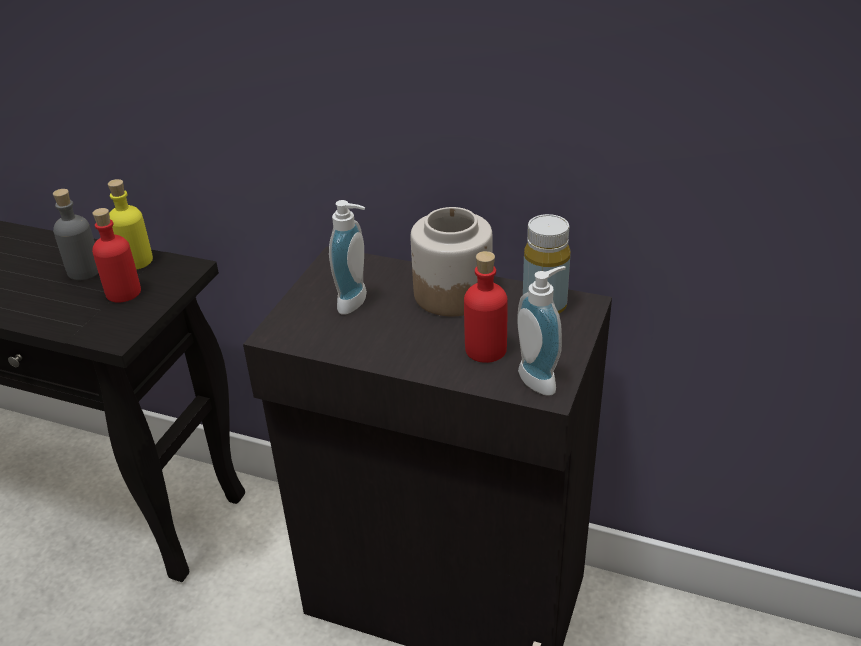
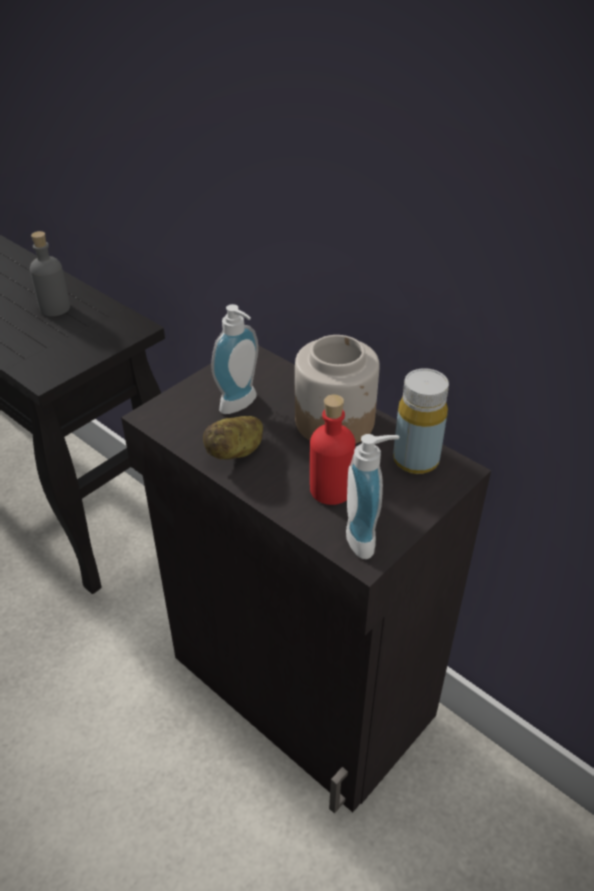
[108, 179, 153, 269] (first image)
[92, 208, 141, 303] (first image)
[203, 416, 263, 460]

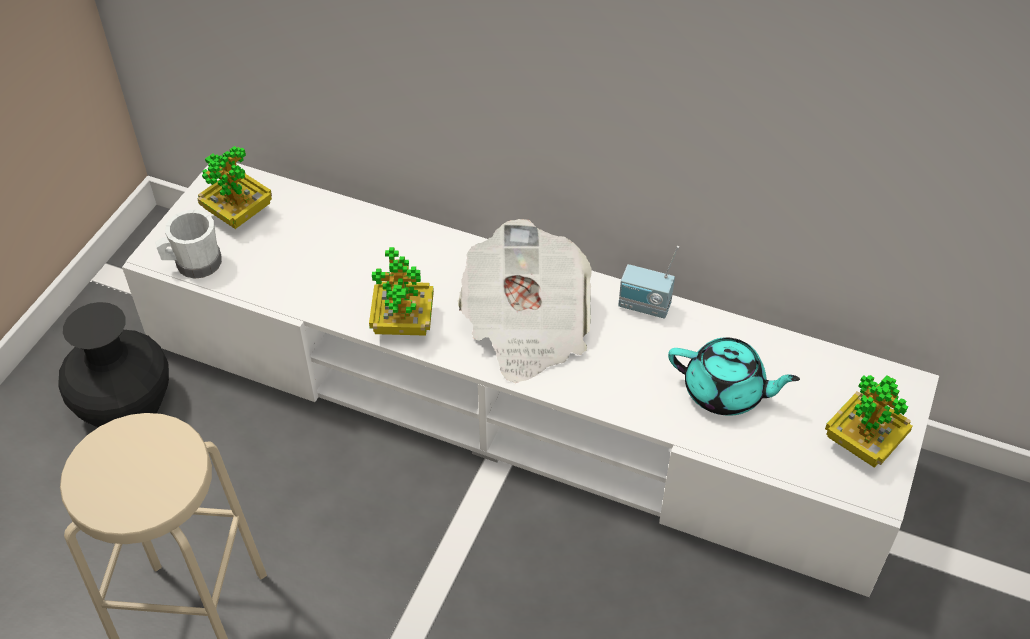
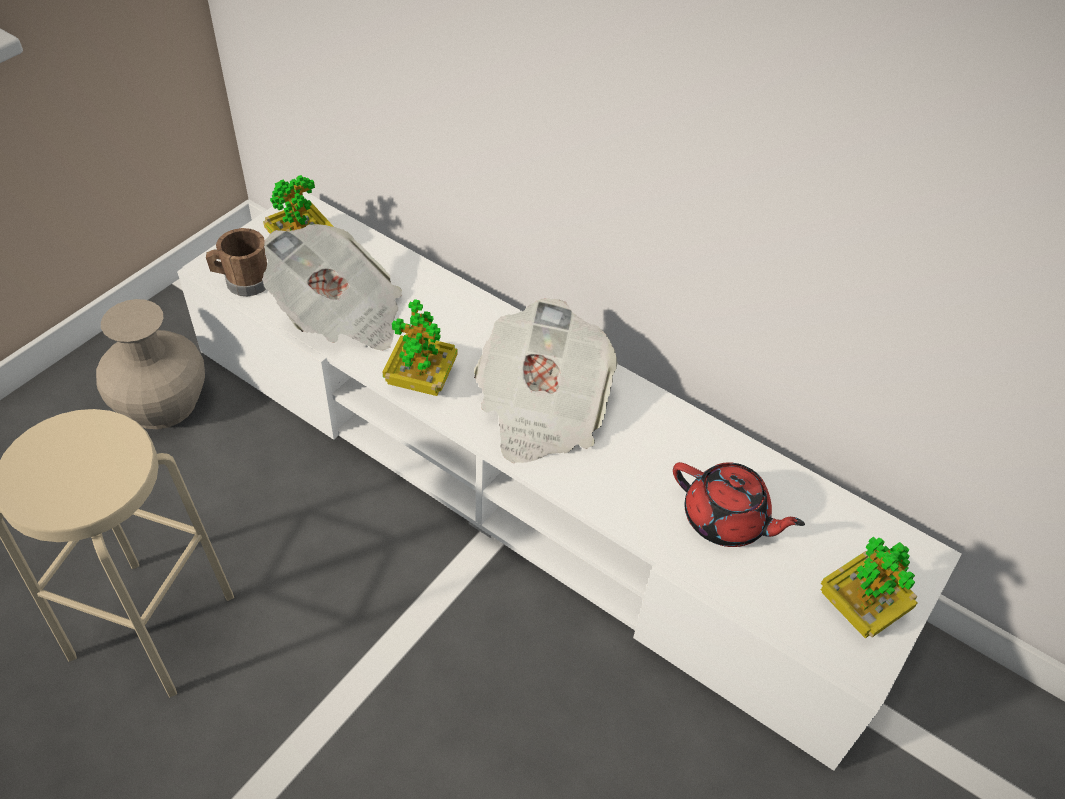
[206, 228, 267, 297]
[618, 246, 679, 318] (first image)
[96, 299, 205, 429]
[673, 462, 805, 547]
[262, 224, 402, 350]

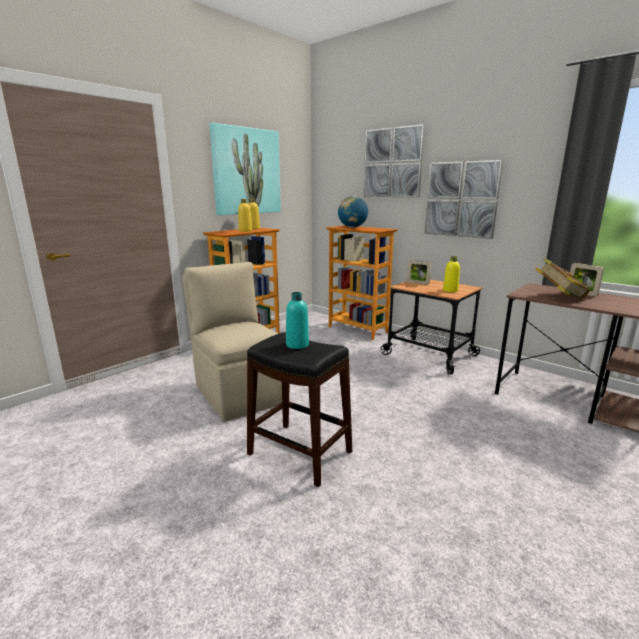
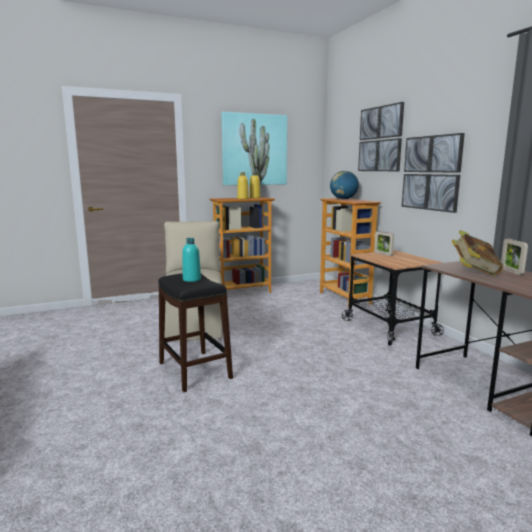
[443, 256, 460, 292] (first image)

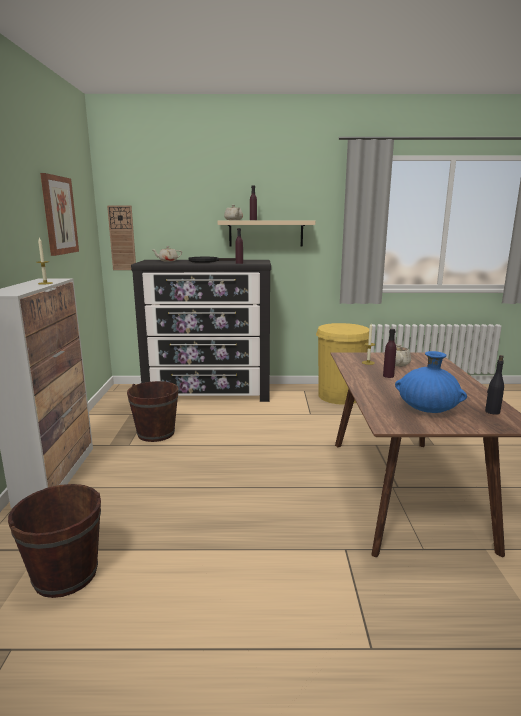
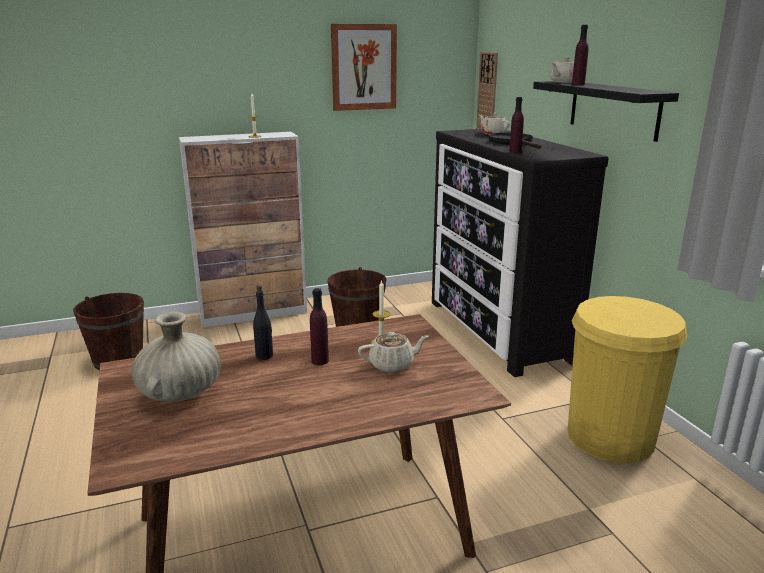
[533, 81, 679, 142]
[132, 312, 221, 402]
[253, 285, 273, 360]

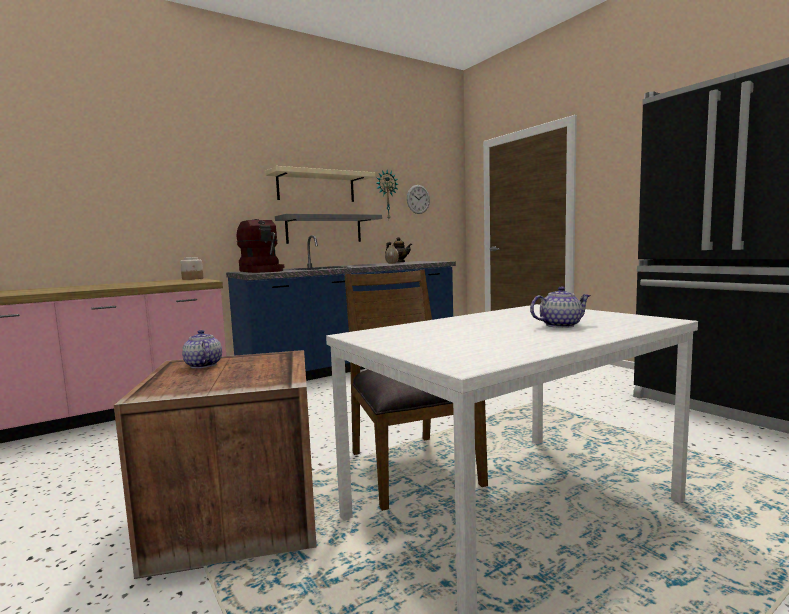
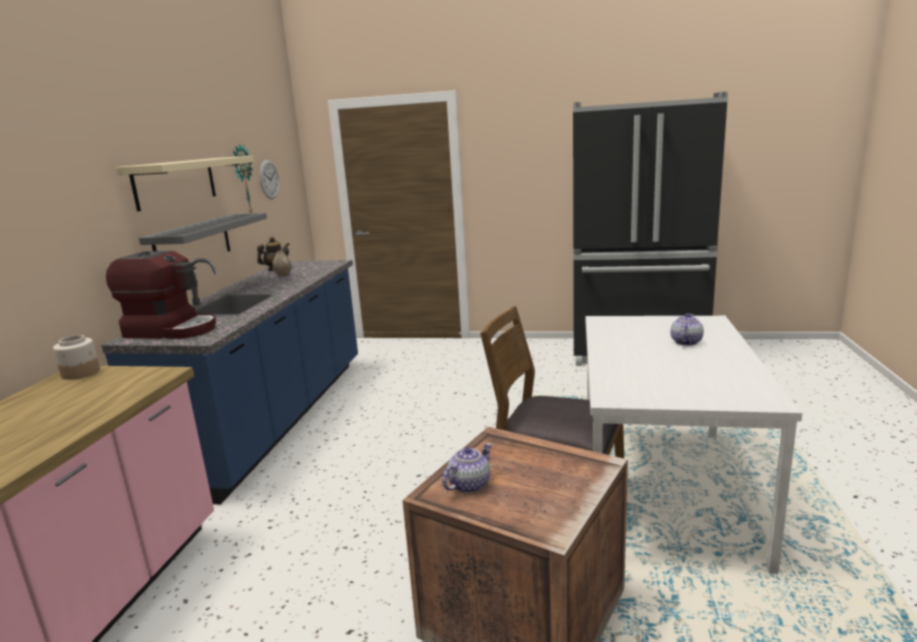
[442, 443, 492, 493]

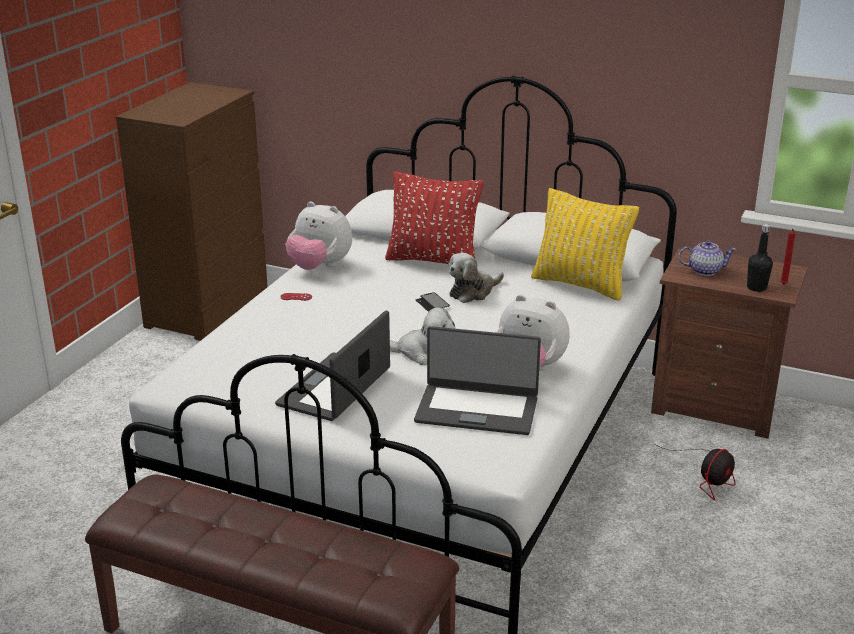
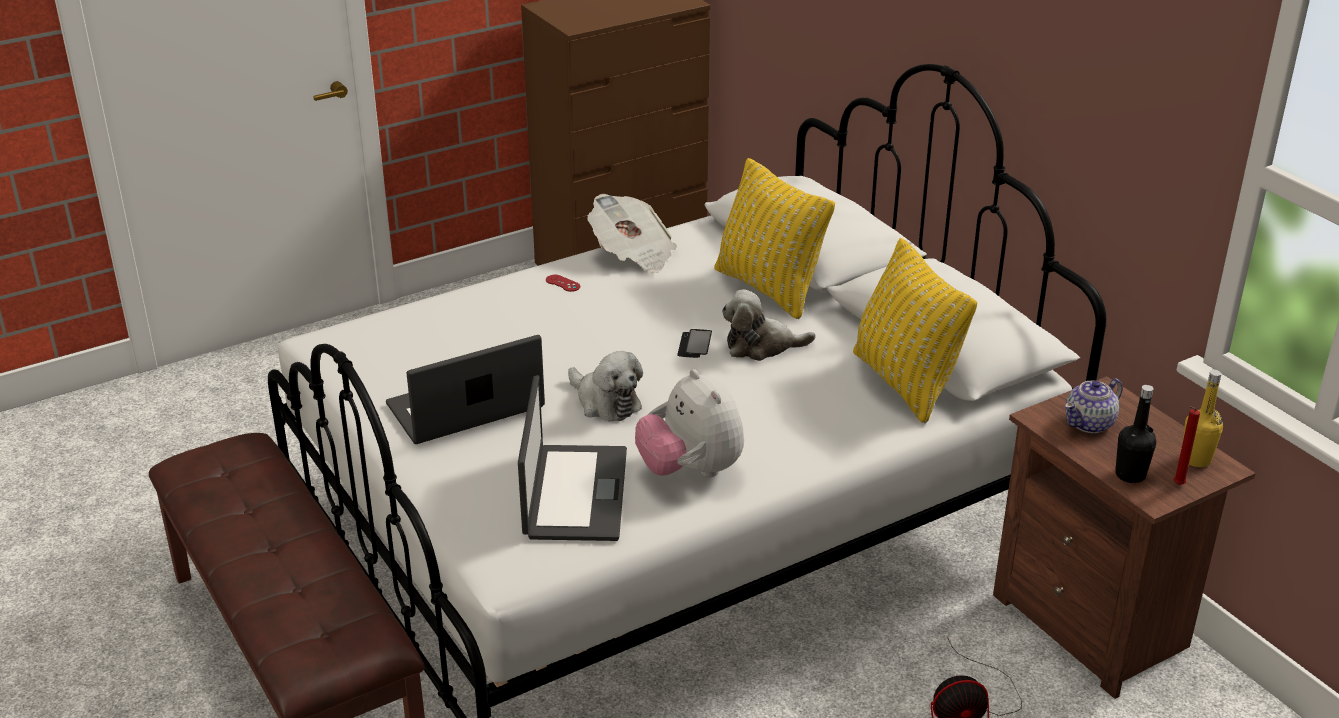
[714, 158, 835, 319]
[588, 194, 677, 273]
[1065, 379, 1123, 433]
[518, 375, 627, 541]
[1183, 370, 1223, 467]

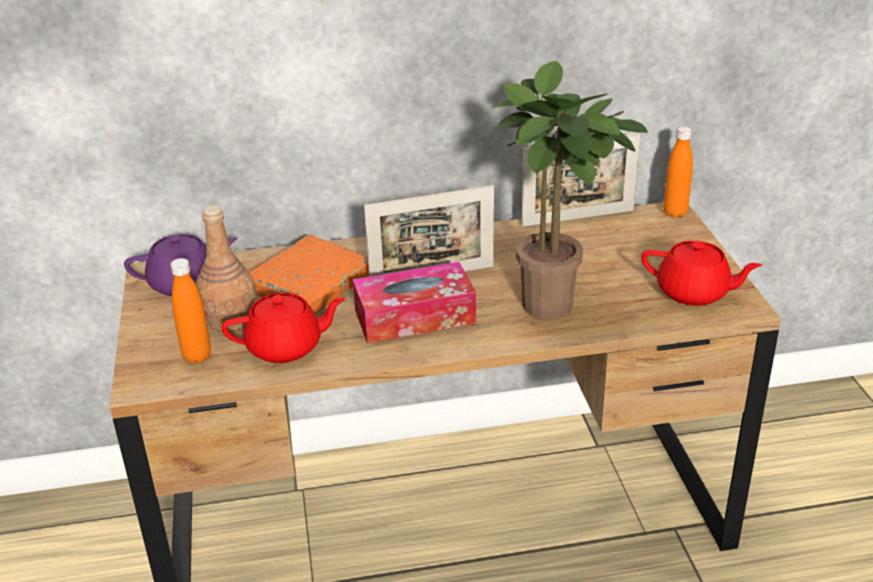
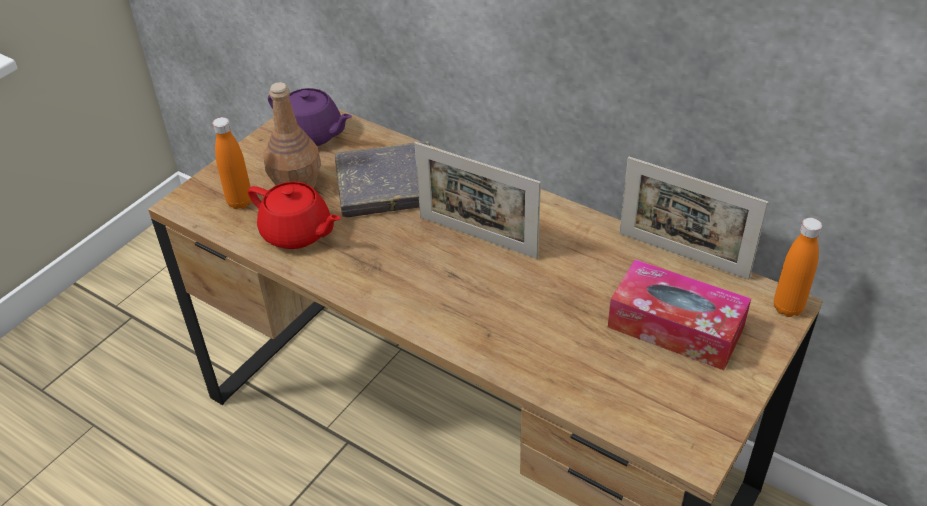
[492, 61, 648, 319] (first image)
[335, 141, 430, 217]
[641, 241, 762, 306] (first image)
[608, 259, 751, 370]

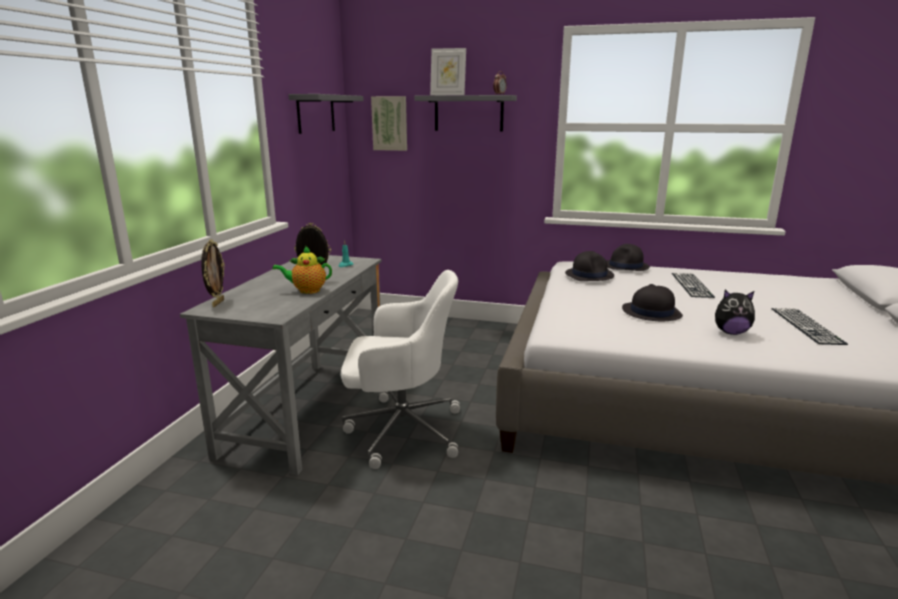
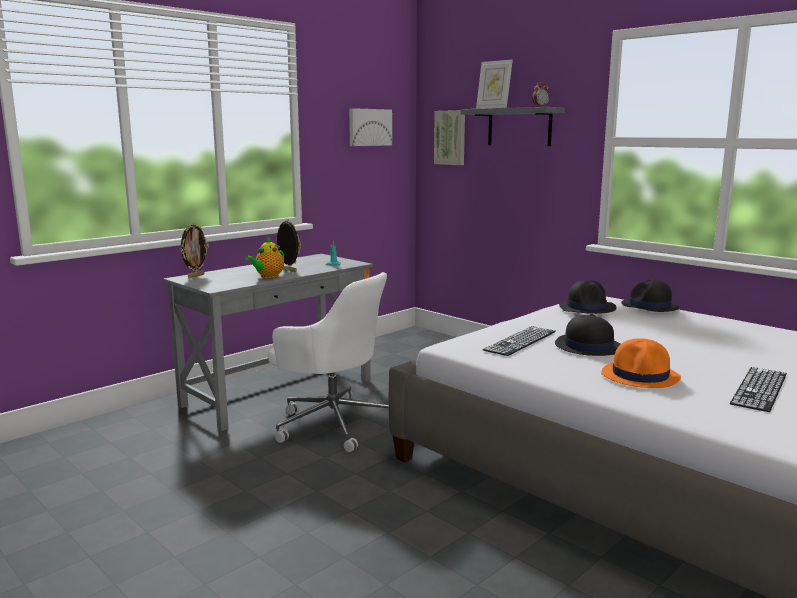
[349, 108, 392, 146]
[245, 236, 284, 278]
[483, 326, 556, 356]
[601, 338, 681, 388]

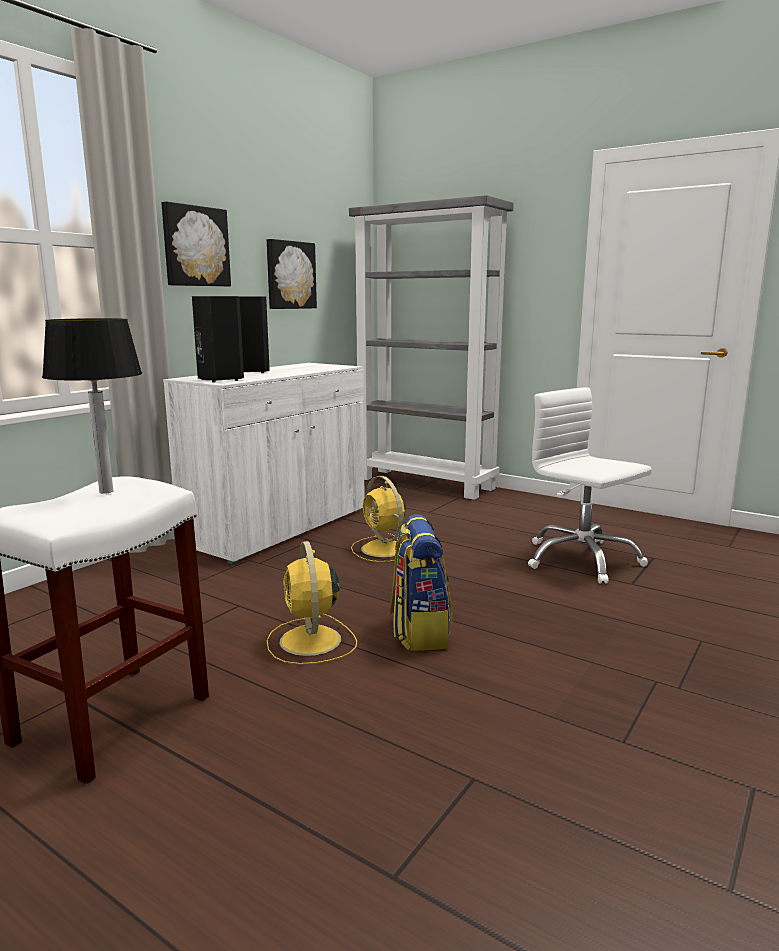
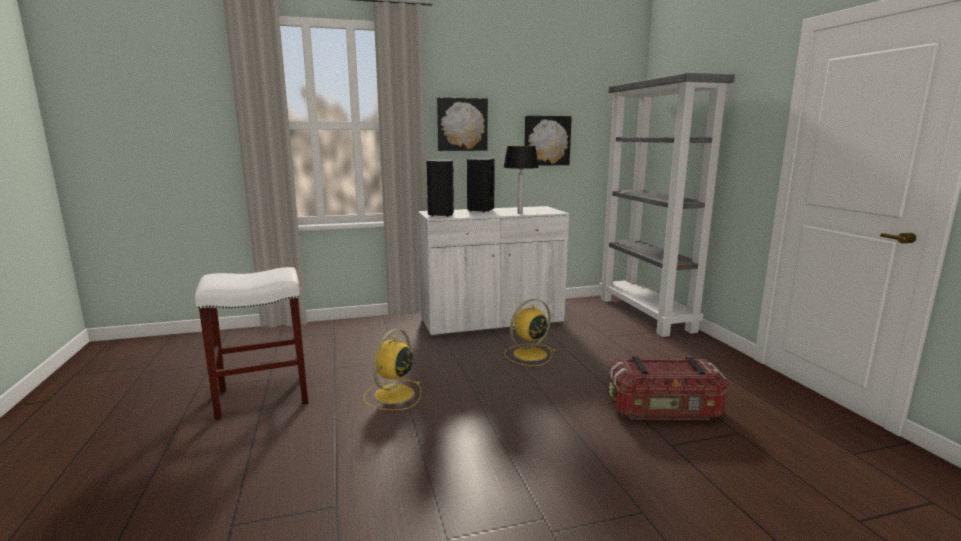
[503, 146, 539, 214]
[608, 356, 728, 420]
[504, 299, 556, 366]
[389, 514, 452, 651] (first image)

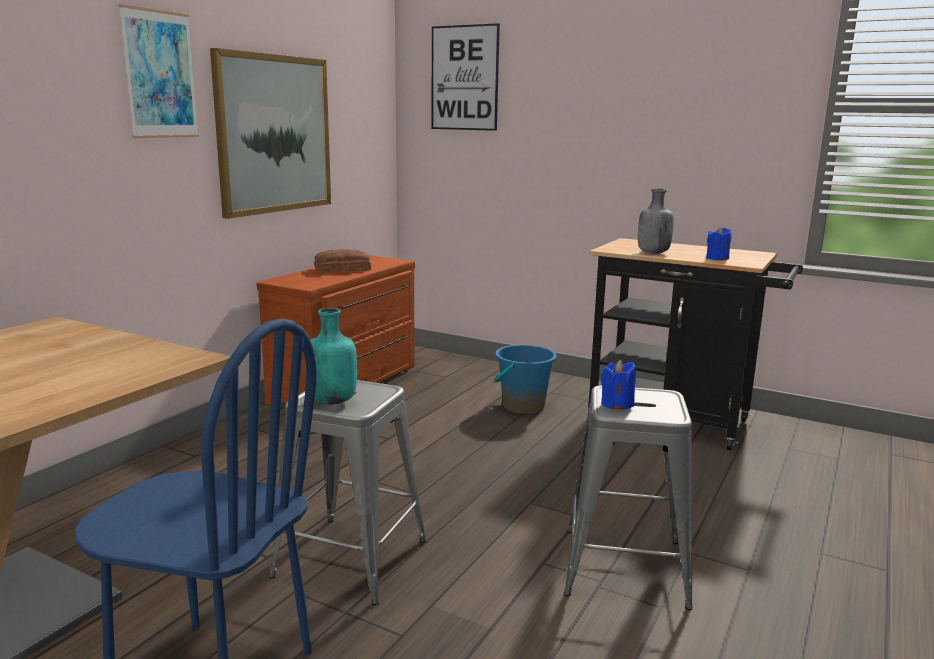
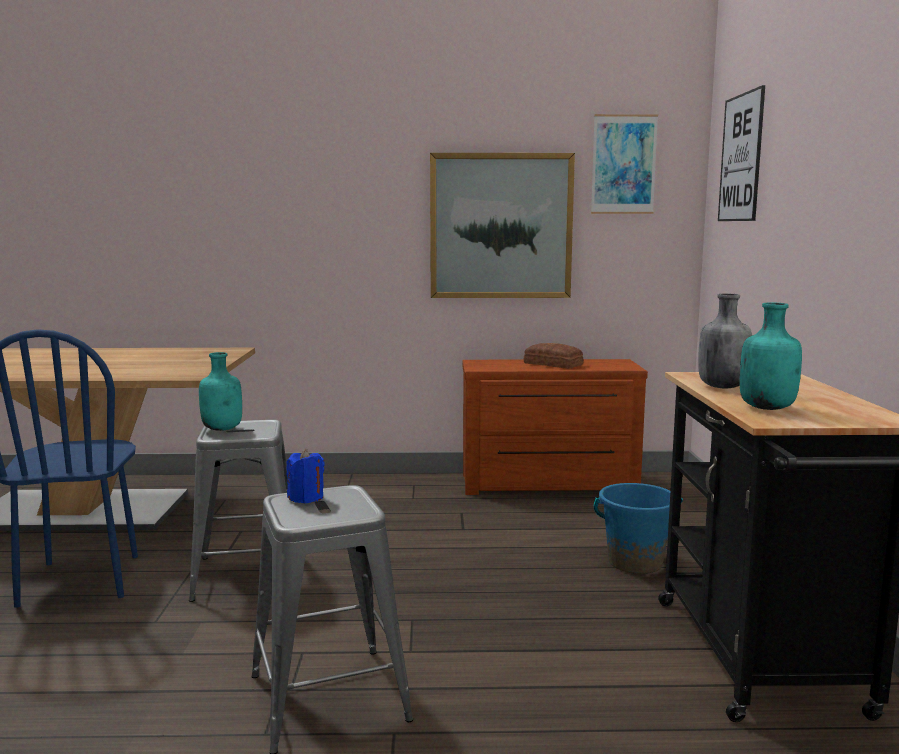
[591, 114, 658, 214]
[740, 303, 802, 410]

